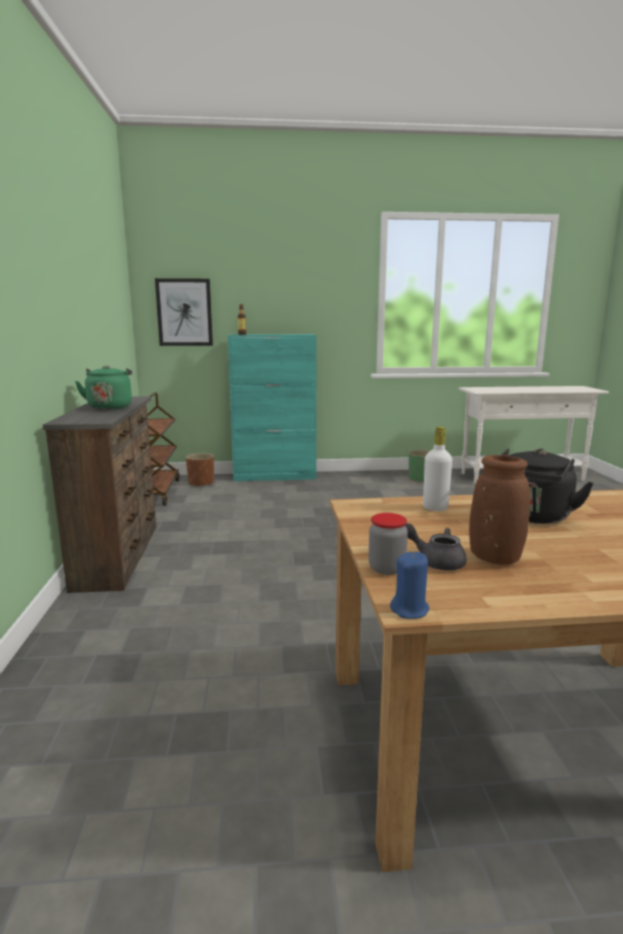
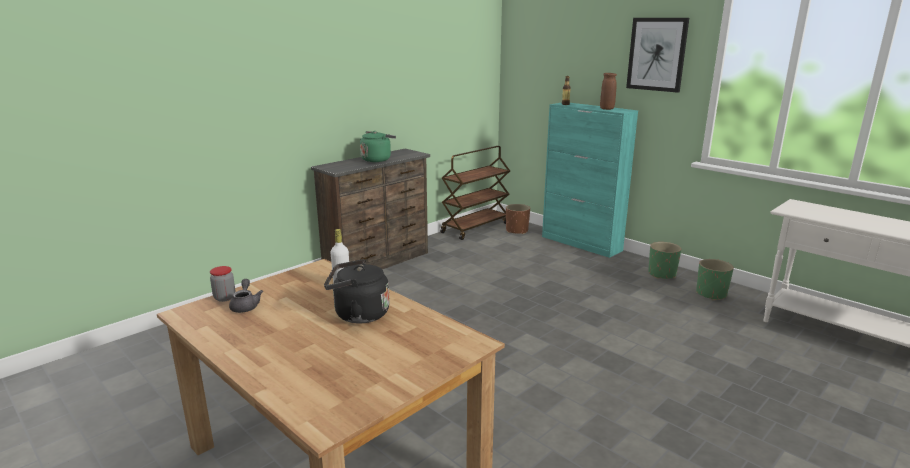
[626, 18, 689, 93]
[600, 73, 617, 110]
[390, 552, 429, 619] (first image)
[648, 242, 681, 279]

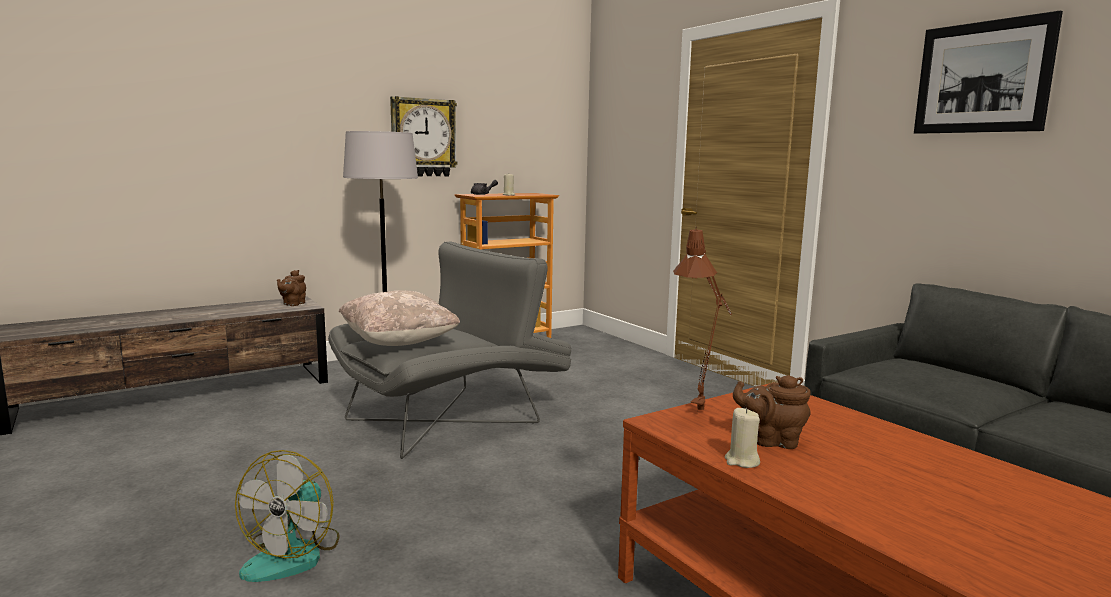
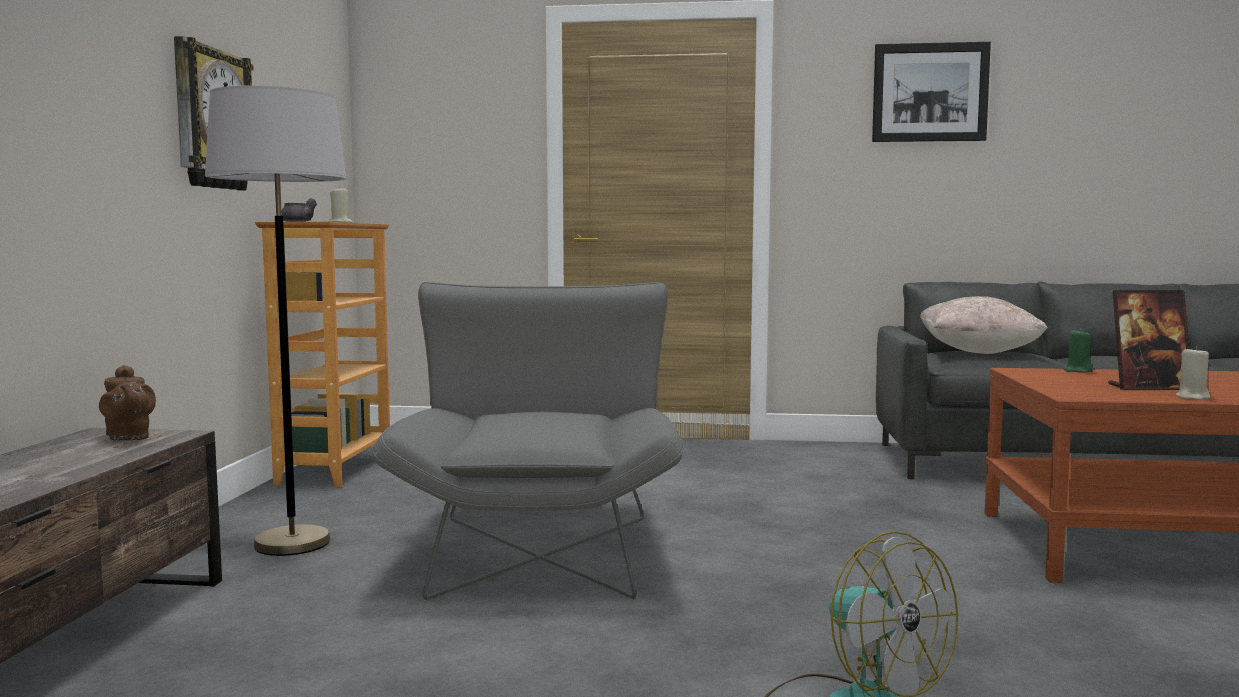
[673, 227, 732, 410] (first image)
[920, 296, 1048, 354]
[1108, 290, 1189, 390]
[1064, 328, 1093, 373]

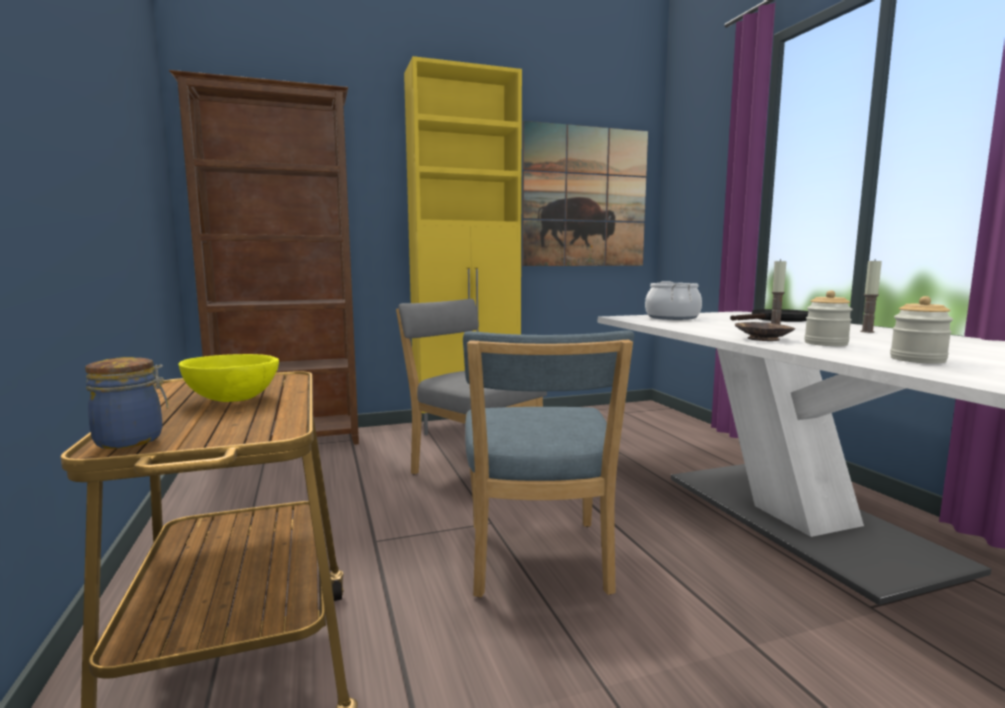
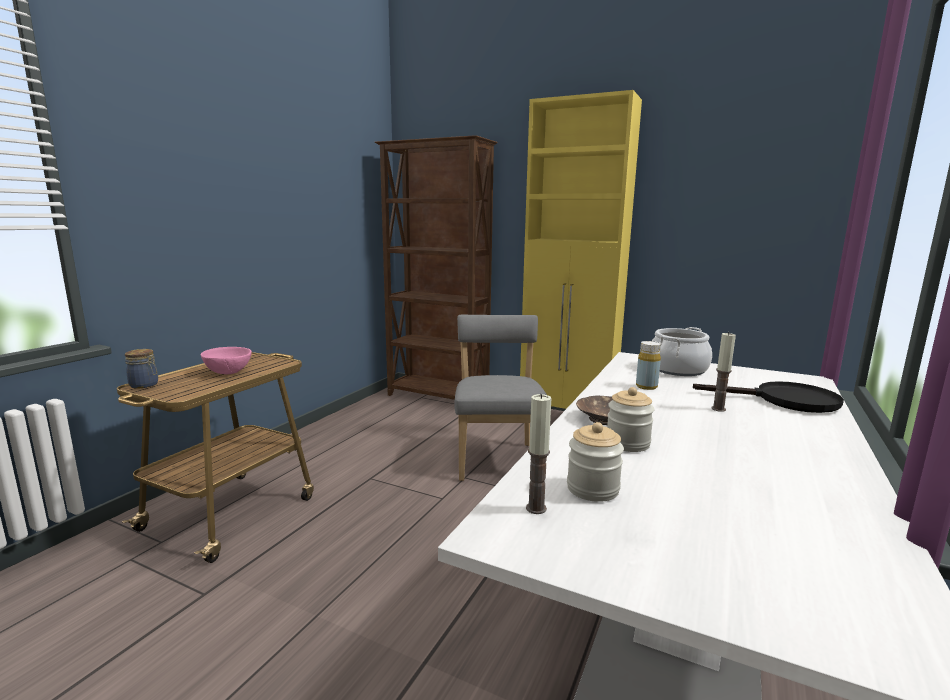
[523, 121, 648, 266] (first image)
[526, 394, 551, 514]
[463, 331, 634, 597] (first image)
[201, 347, 252, 374]
[636, 341, 661, 390]

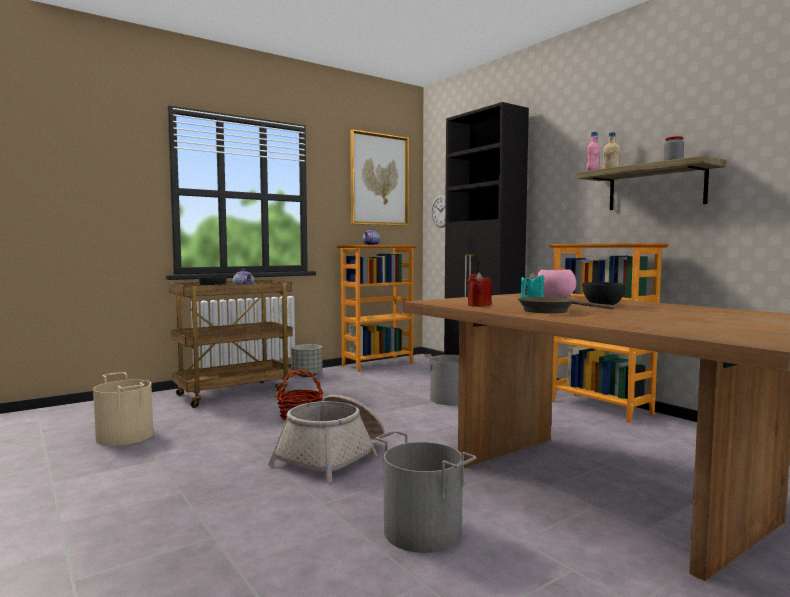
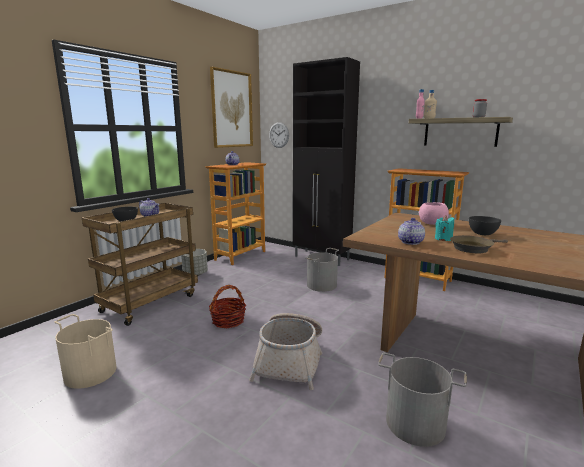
[398, 218, 425, 245]

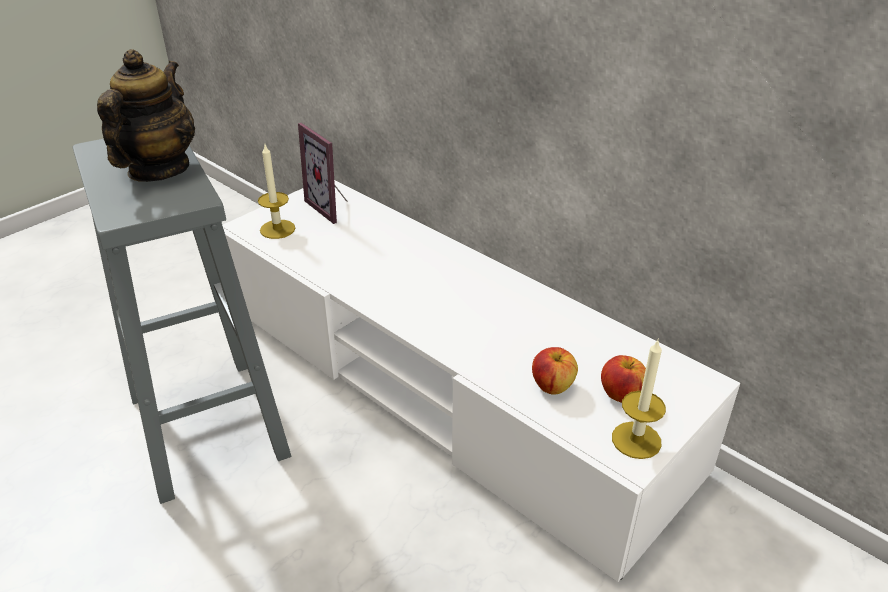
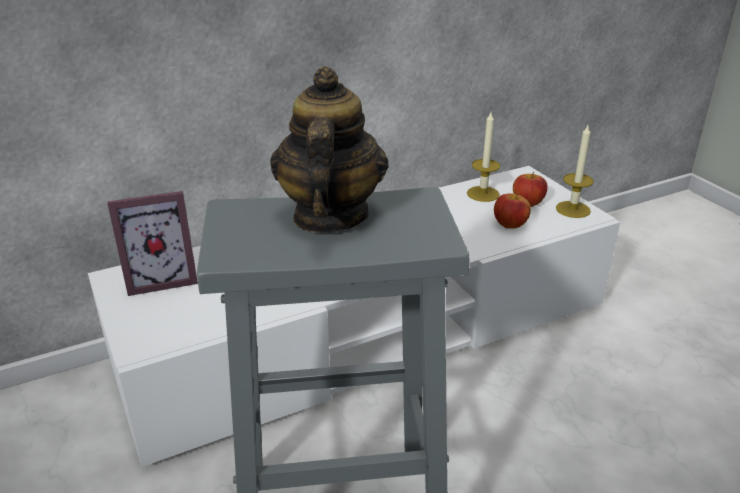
[270, 66, 389, 233]
[467, 112, 500, 202]

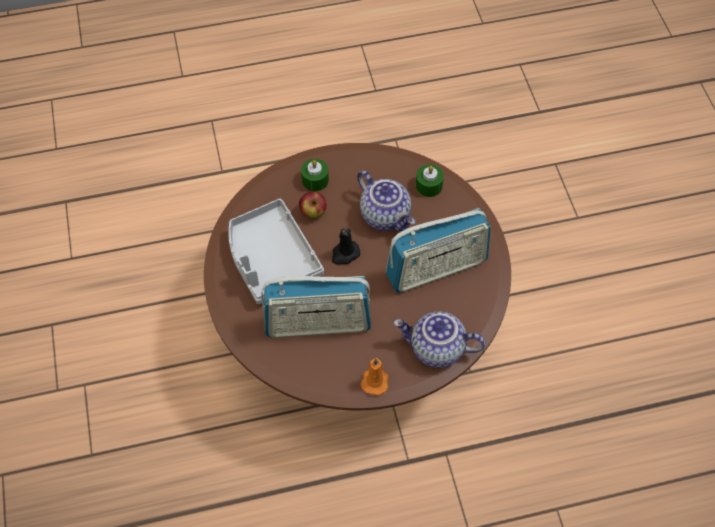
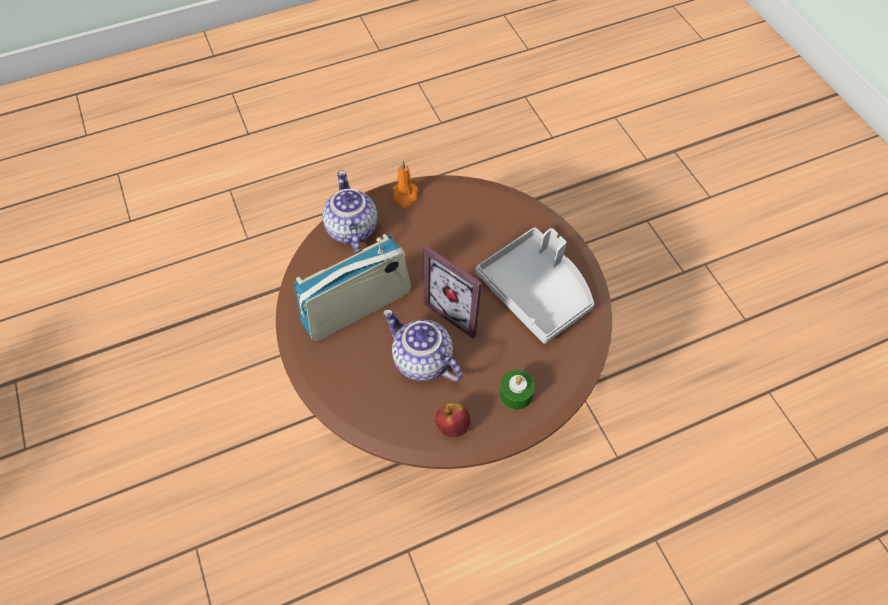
[416, 164, 444, 197] (first image)
[436, 403, 470, 437]
[424, 246, 482, 339]
[261, 276, 371, 338] (first image)
[322, 170, 378, 253]

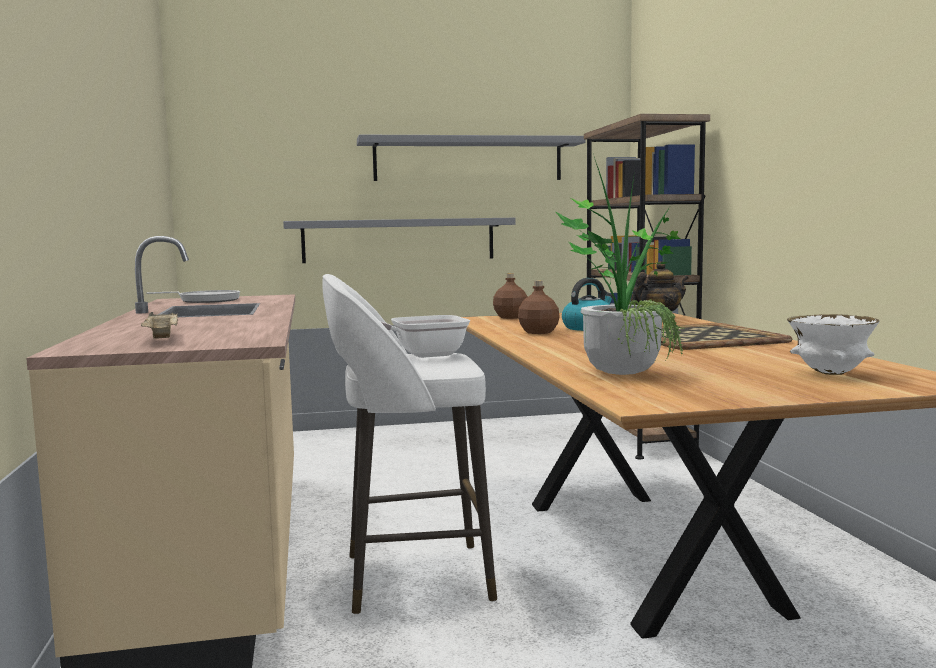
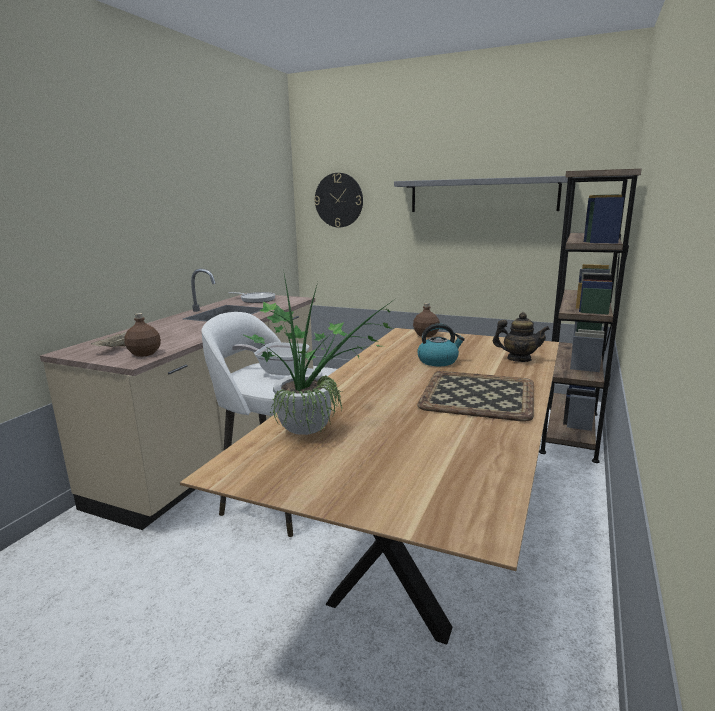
[283, 218, 515, 263] (first image)
[124, 313, 161, 357]
[787, 314, 880, 375] (first image)
[314, 173, 363, 228]

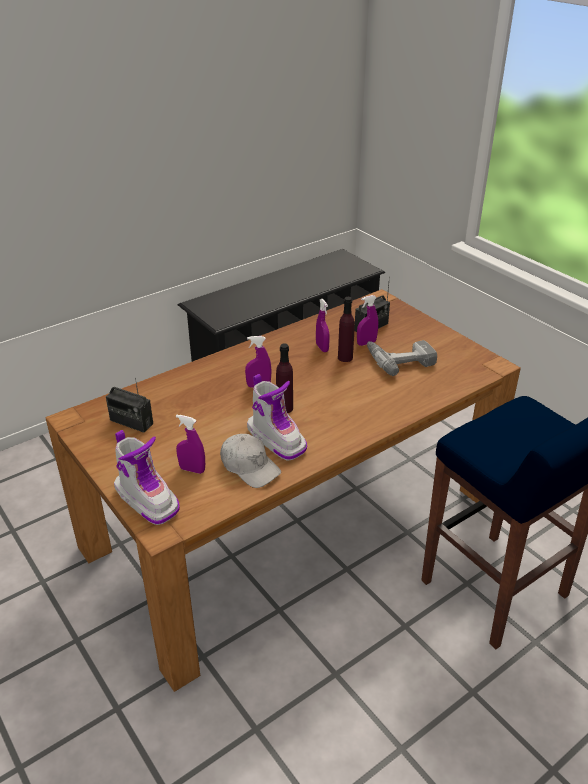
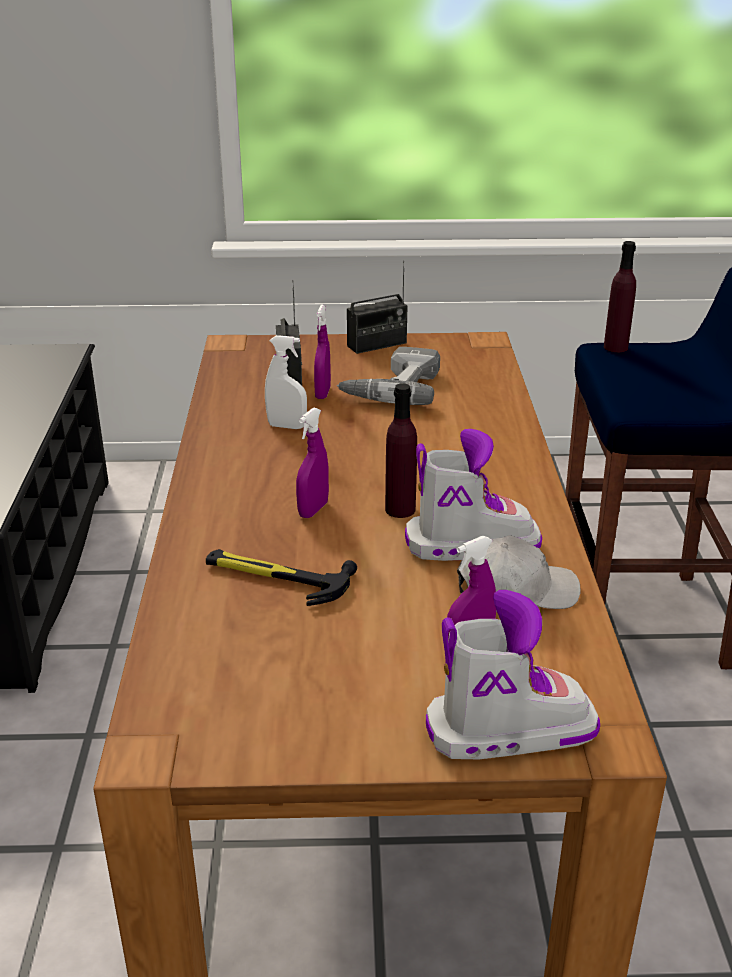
[604, 241, 636, 353]
[265, 335, 307, 429]
[347, 261, 407, 354]
[206, 549, 357, 606]

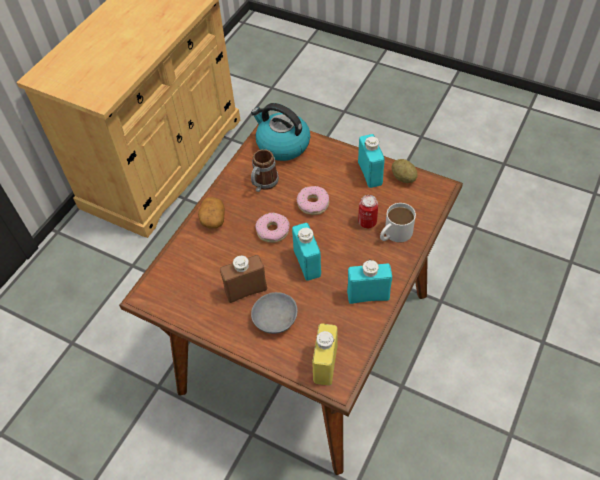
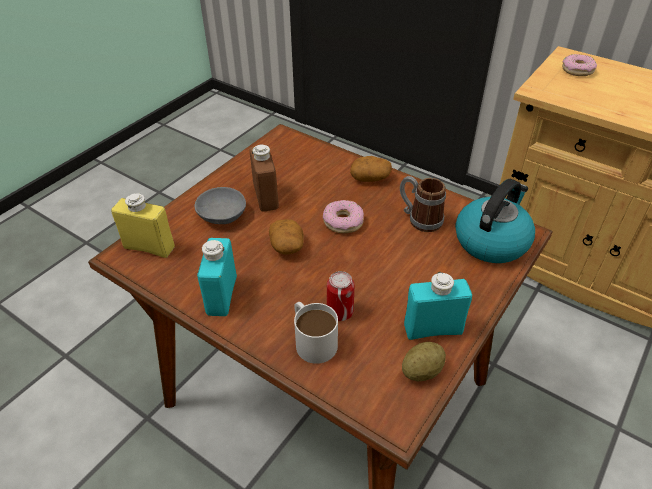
[562, 54, 597, 76]
[269, 219, 304, 255]

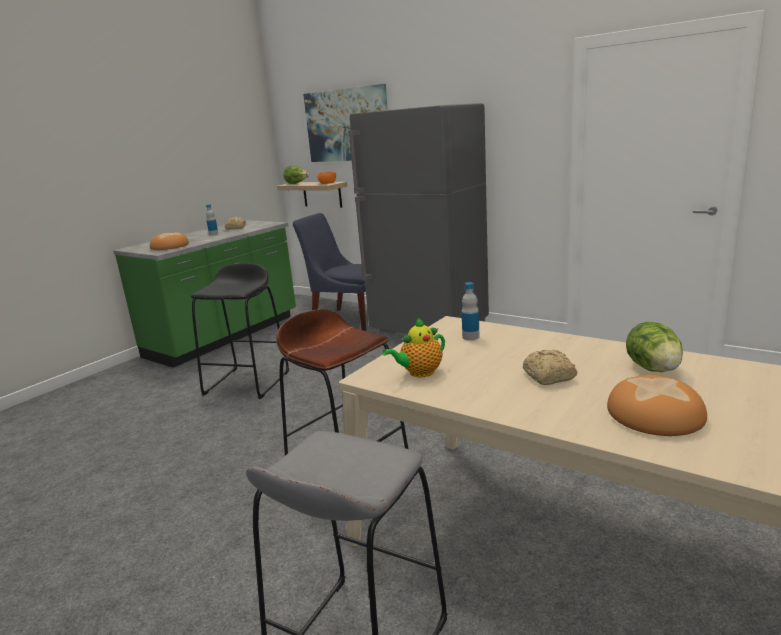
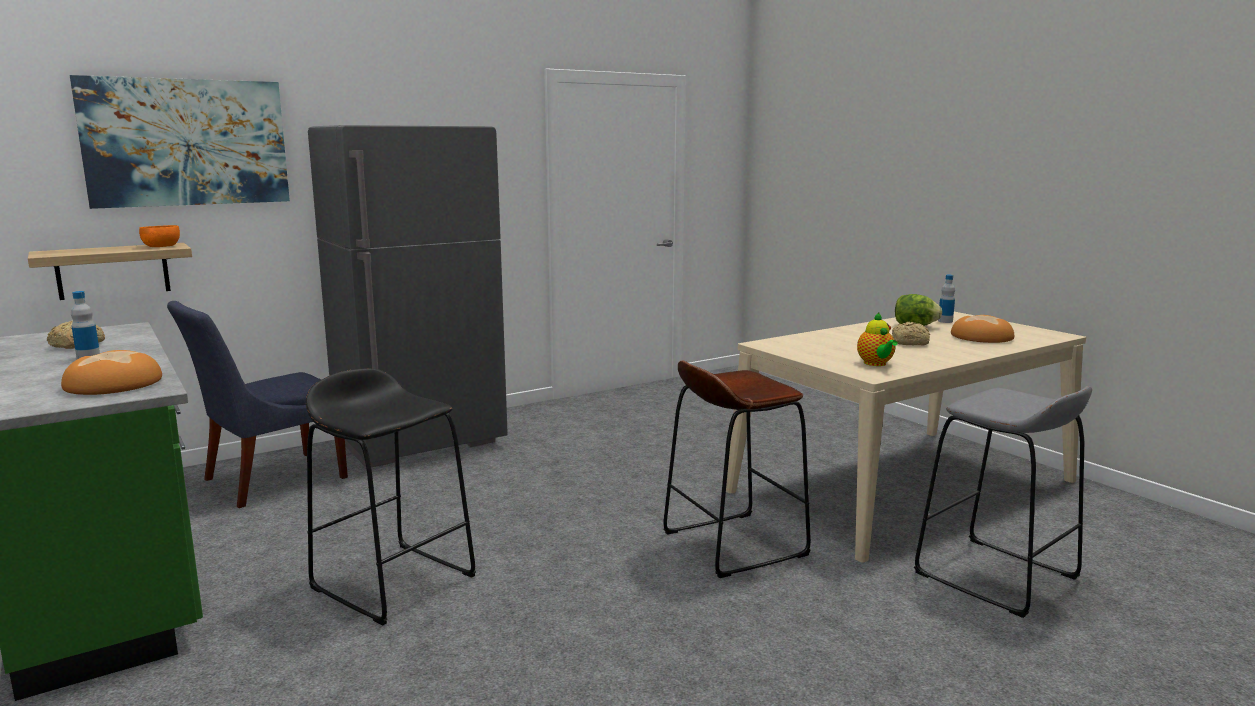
[283, 166, 309, 184] (first image)
[938, 275, 955, 323]

